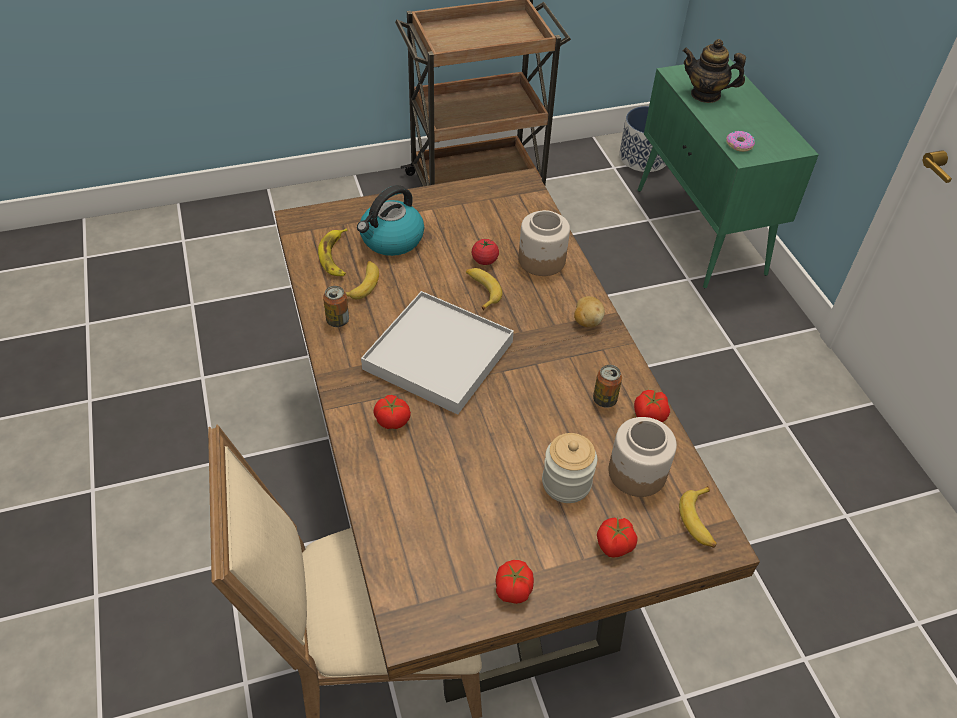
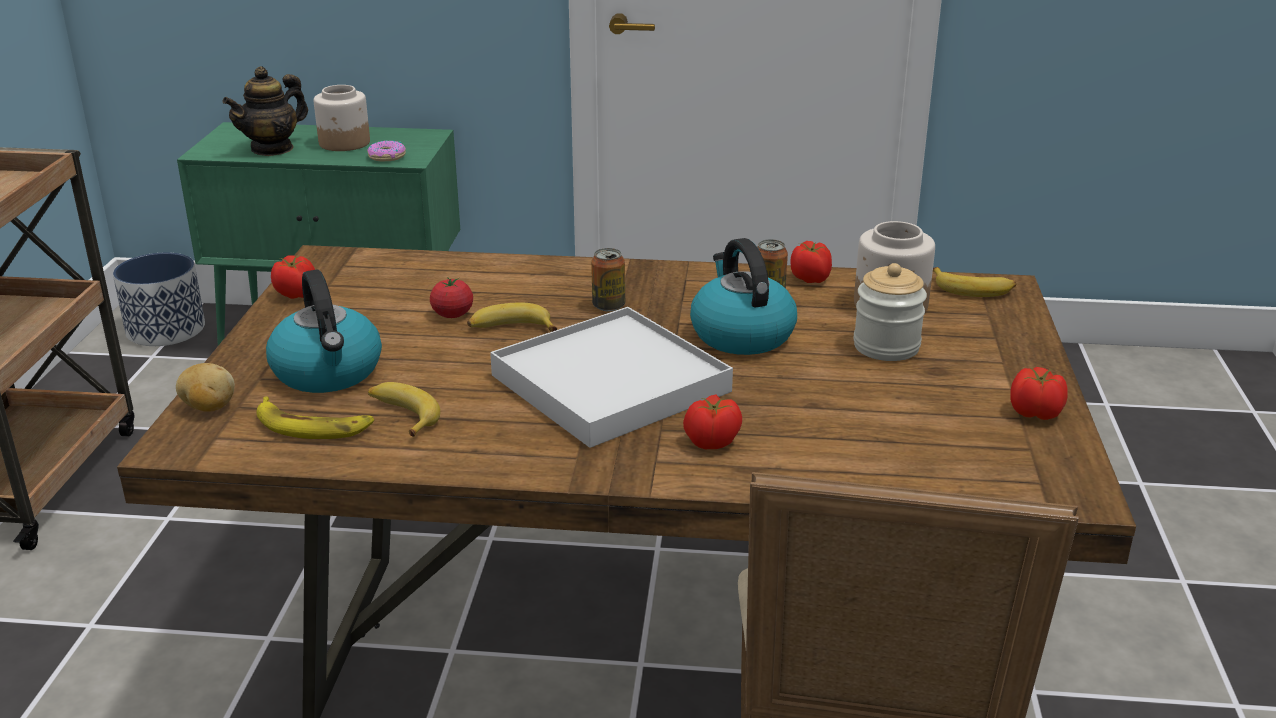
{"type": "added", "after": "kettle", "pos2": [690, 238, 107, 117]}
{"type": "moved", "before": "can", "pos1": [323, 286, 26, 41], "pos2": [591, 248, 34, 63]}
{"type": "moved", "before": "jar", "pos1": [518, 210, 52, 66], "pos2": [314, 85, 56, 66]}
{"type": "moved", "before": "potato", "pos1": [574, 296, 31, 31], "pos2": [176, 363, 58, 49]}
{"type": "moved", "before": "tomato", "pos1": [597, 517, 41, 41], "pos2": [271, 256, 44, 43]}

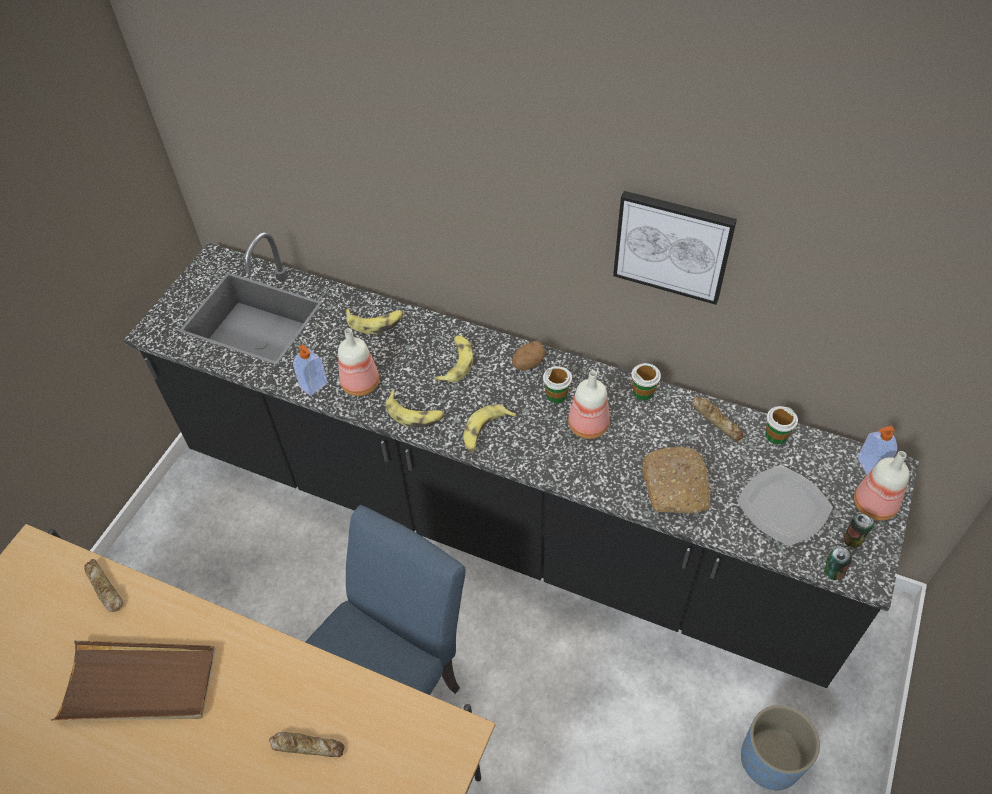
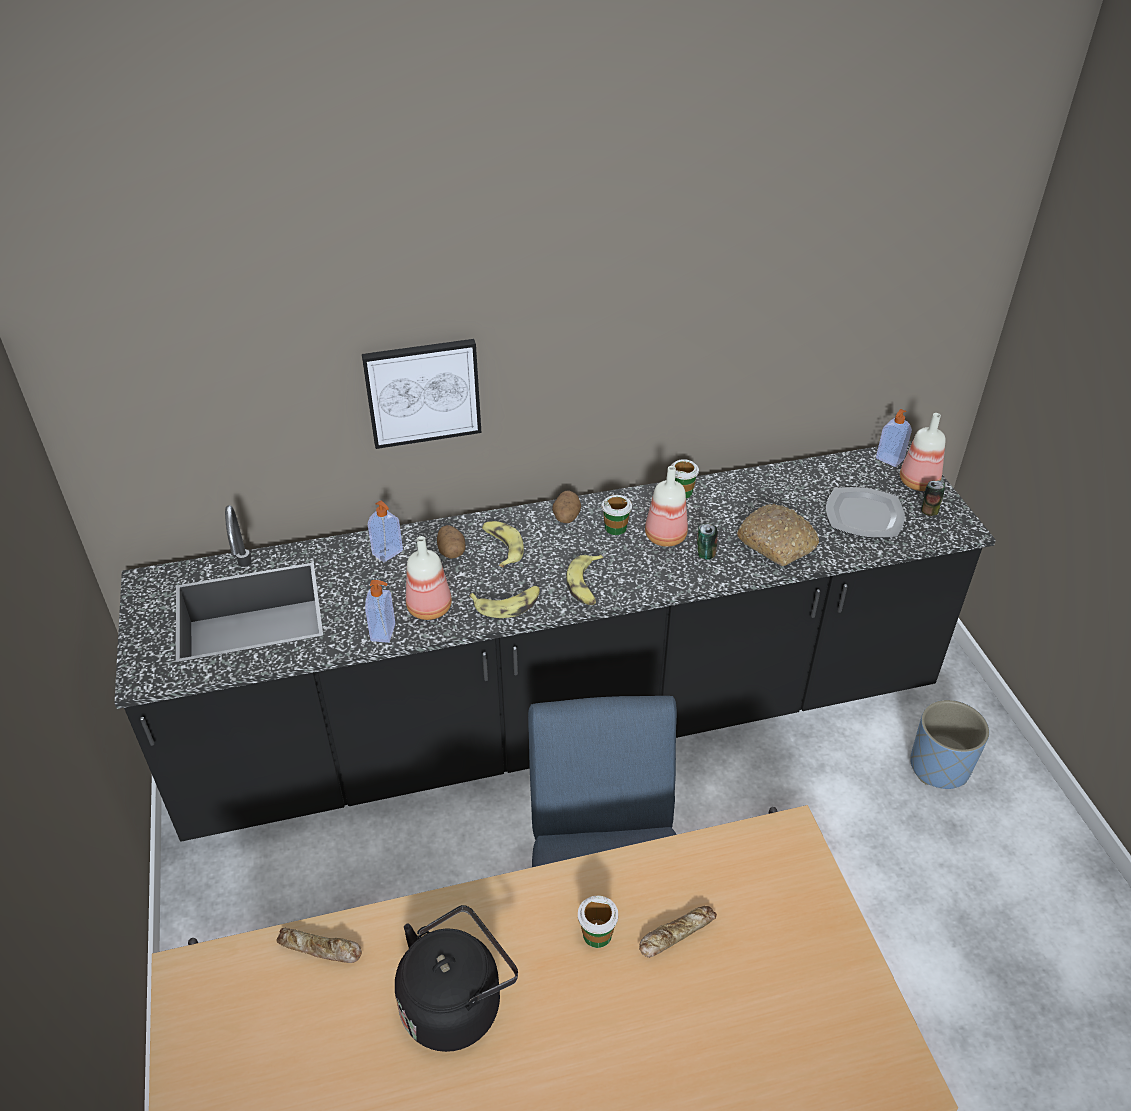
{"type": "removed", "before": "bread", "pos1": [692, 397, 52, 45]}
{"type": "added", "after": "potato", "pos2": [437, 525, 29, 34]}
{"type": "moved", "before": "picture", "pos1": [613, 191, 124, 114], "pos2": [362, 339, 120, 110]}
{"type": "moved", "before": "cup", "pos1": [765, 406, 33, 39], "pos2": [578, 895, 41, 53]}
{"type": "moved", "before": "can", "pos1": [824, 545, 28, 35], "pos2": [697, 523, 21, 36]}
{"type": "replaced", "before": "brown tray", "after": "black kettle", "pos1": [51, 640, 165, 80], "pos2": [395, 905, 123, 147]}
{"type": "replaced", "before": "banana", "after": "soap dispenser", "pos1": [345, 309, 58, 25], "pos2": [368, 500, 35, 62]}

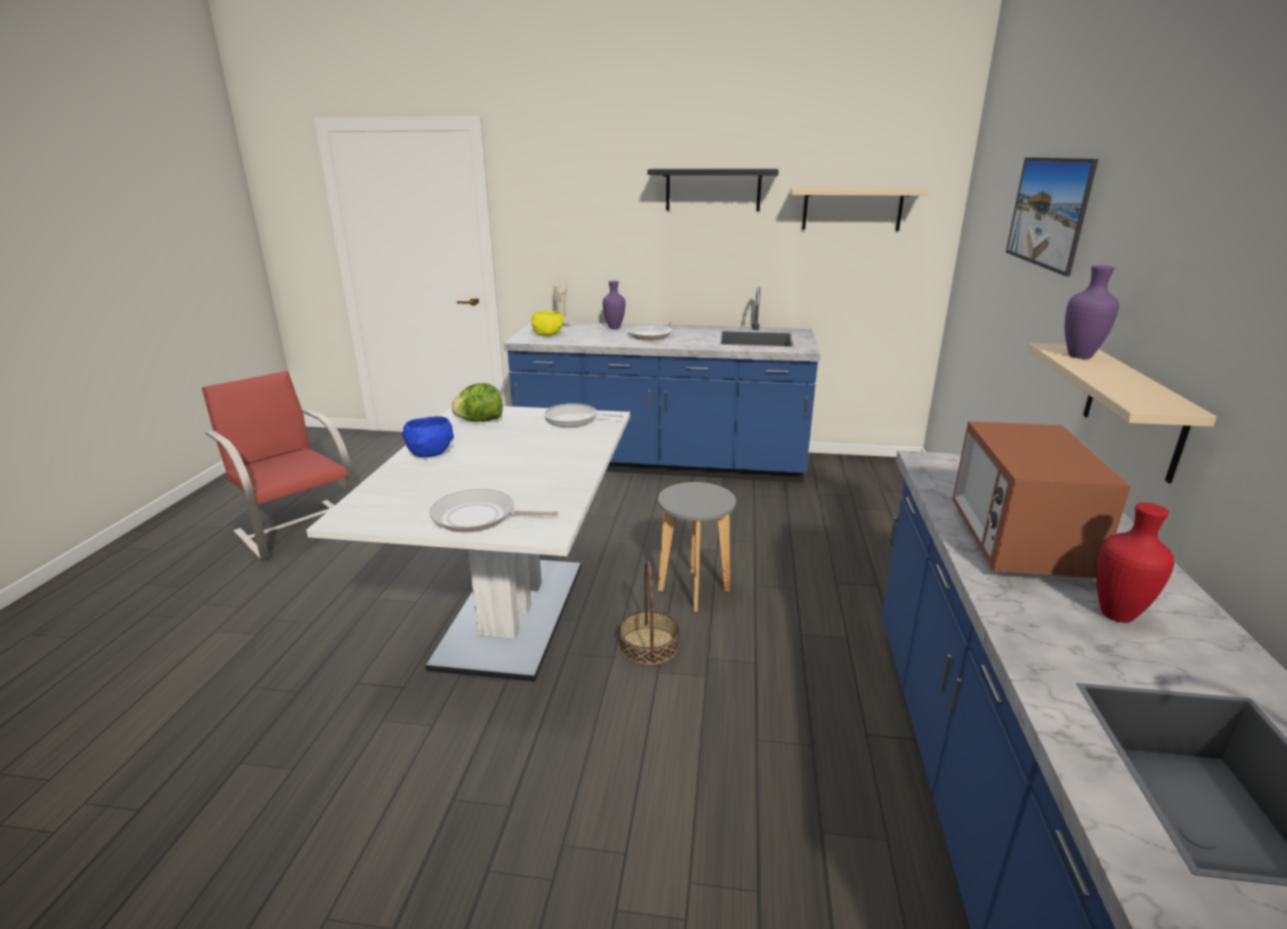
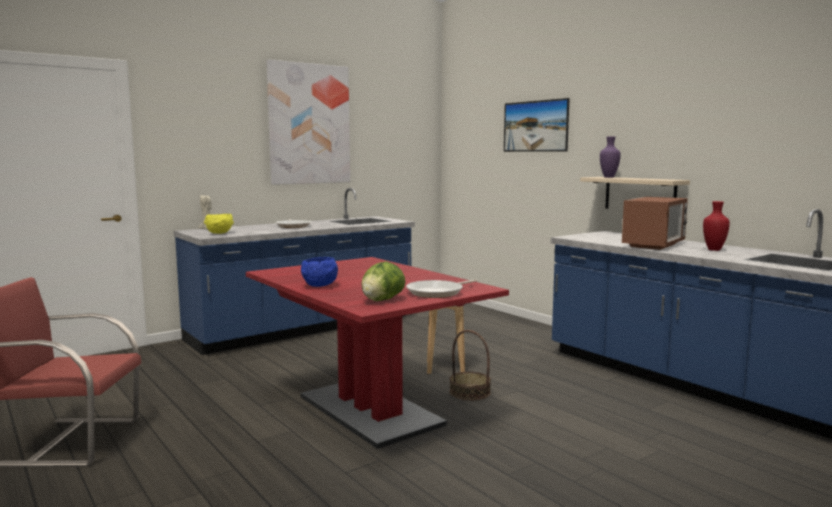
{"type": "removed", "before": "frying pan", "pos1": [544, 404, 80, 23]}
{"type": "removed", "before": "purple vase", "pos1": [603, 281, 22, 48]}
{"type": "removed", "before": "beige shelf", "pos1": [790, 188, 139, 43]}
{"type": "moved", "before": "lettuce", "pos1": [451, 383, 52, 39], "pos2": [361, 261, 45, 40]}
{"type": "replaced", "before": "black shelf", "after": "picture", "pos1": [648, 169, 131, 42], "pos2": [266, 59, 84, 126]}
{"type": "recoloured", "before": "white dining table", "after": "red dining table", "pos1": [306, 406, 324, 276], "pos2": [246, 257, 263, 192]}
{"type": "turned", "before": "microwave", "pos1": [952, 421, 179, 157], "pos2": [622, 197, 66, 53], "turn": -105}

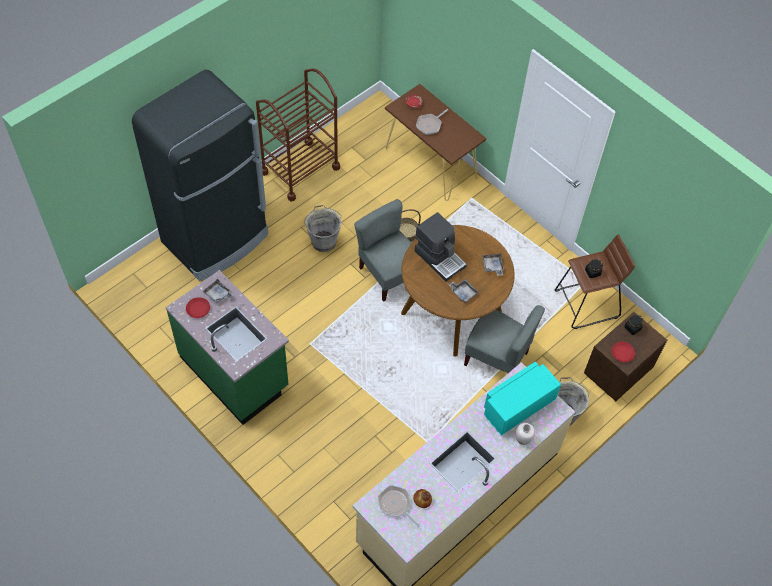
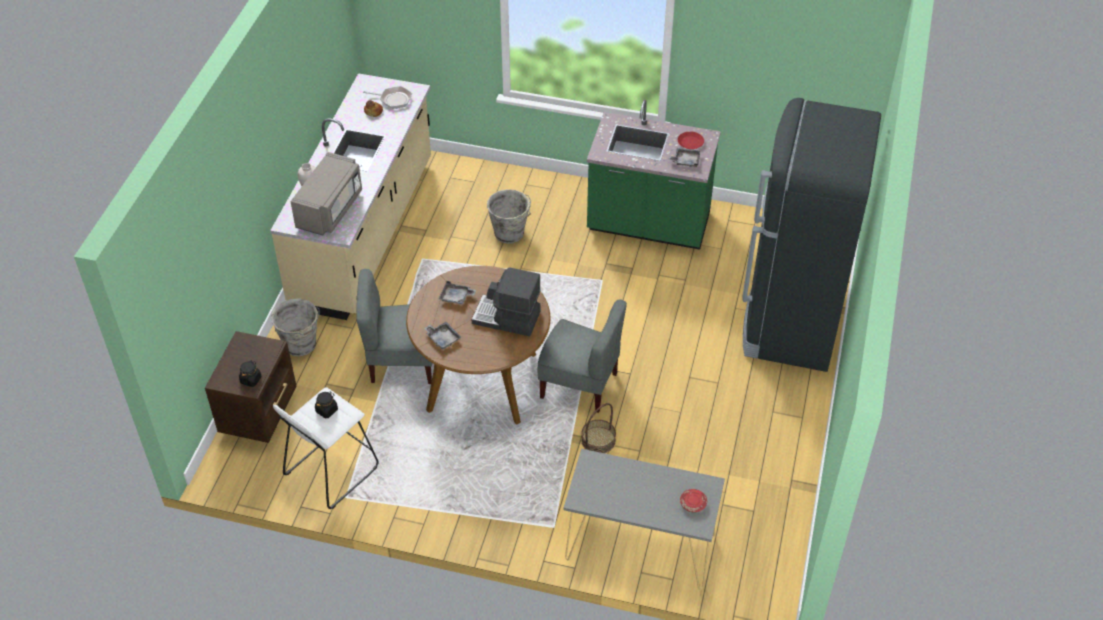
{"type": "removed", "before": "brown cart", "pos1": [256, 68, 84, 134]}
{"type": "removed", "before": "frying pan", "pos1": [416, 109, 32, 26]}
{"type": "removed", "before": "red plate", "pos1": [612, 342, 23, 20]}
{"type": "moved", "before": "grey bucket", "pos1": [304, 205, 38, 47], "pos2": [487, 189, 44, 55]}
{"type": "recoloured", "before": "brown console table", "after": "grey console table", "pos1": [385, 84, 101, 117], "pos2": [563, 449, 162, 141]}
{"type": "recoloured", "before": "turquoise microwave", "after": "grey microwave", "pos1": [484, 362, 77, 74], "pos2": [290, 152, 72, 84]}
{"type": "recoloured", "before": "brown stool", "after": "white stool", "pos1": [555, 234, 80, 95], "pos2": [273, 387, 106, 122]}

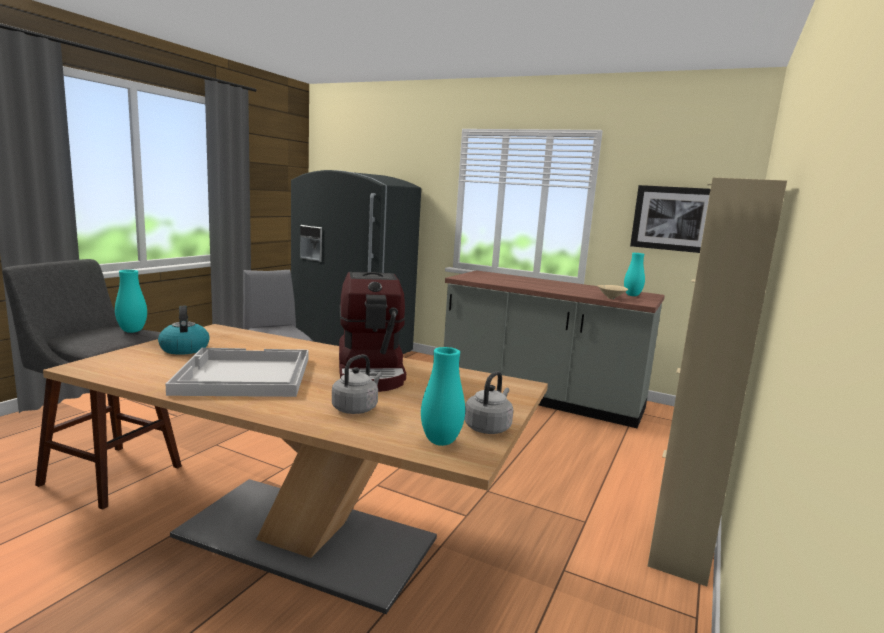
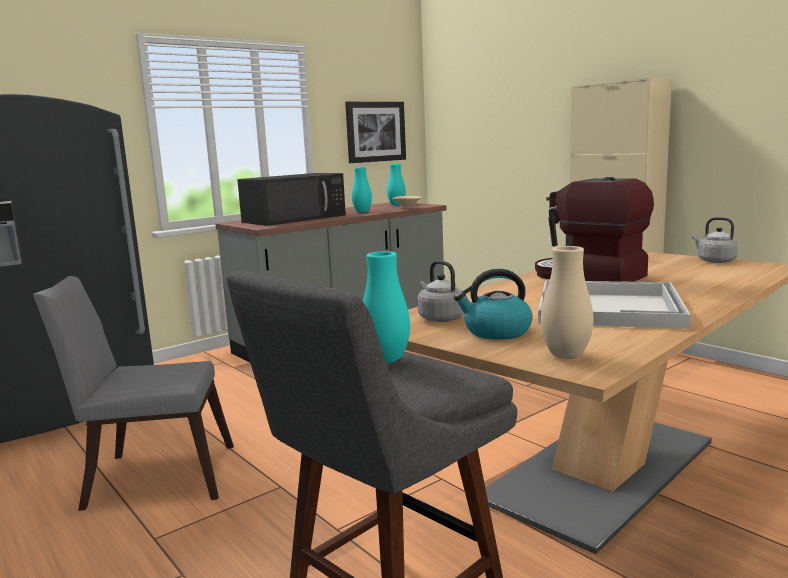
{"type": "added", "after": "black microwave", "pos2": [237, 173, 109, 53]}
{"type": "added", "after": "beige vase", "pos2": [541, 246, 52, 113]}
{"type": "moved", "before": "grey kettle", "pos1": [332, 354, 50, 60], "pos2": [417, 261, 47, 61]}
{"type": "moved", "before": "turquoise vase", "pos1": [421, 347, 44, 99], "pos2": [352, 167, 20, 45]}
{"type": "turned", "before": "coffee machine", "pos1": [339, 272, 67, 120], "pos2": [535, 177, 119, 105], "turn": -150}

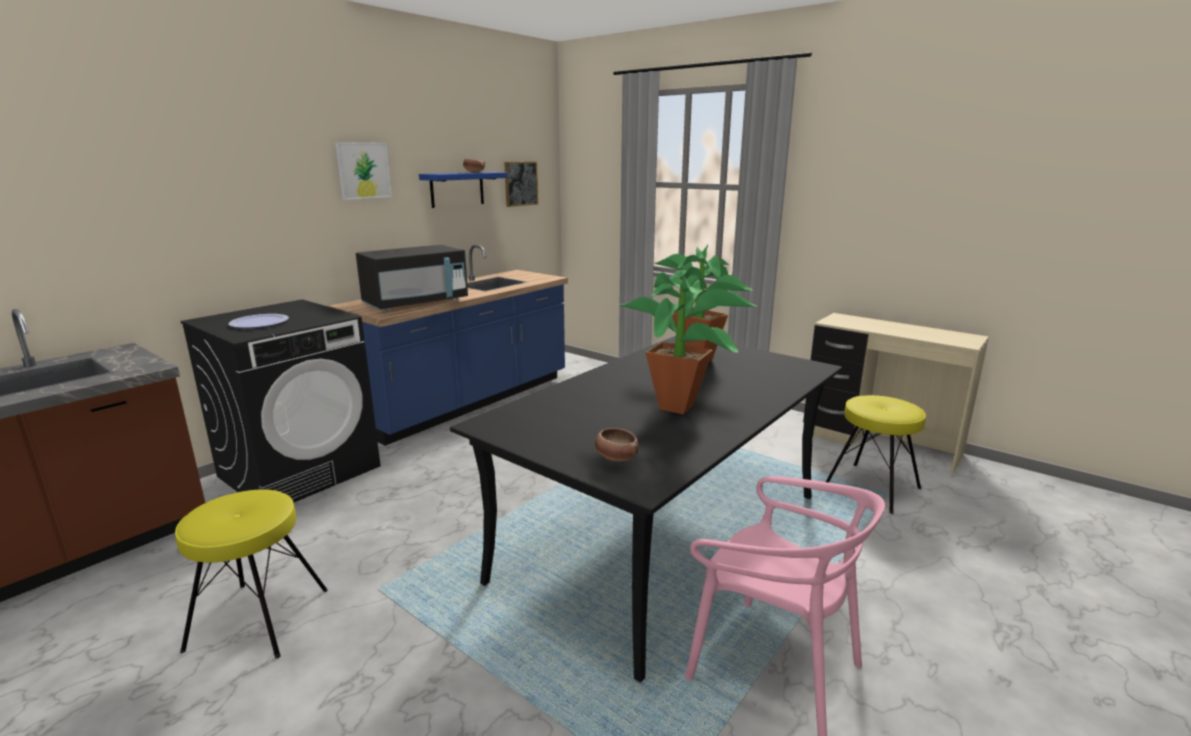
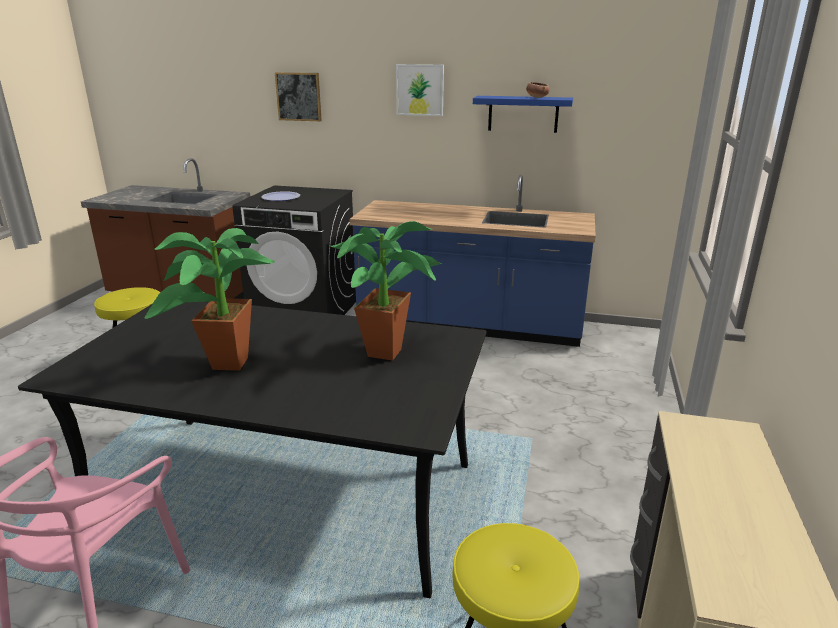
{"type": "removed", "before": "black microwave", "pos1": [356, 245, 112, 66]}
{"type": "removed", "before": "bowl", "pos1": [595, 428, 43, 33]}
{"type": "moved", "before": "picture", "pos1": [504, 162, 34, 45], "pos2": [275, 72, 47, 49]}

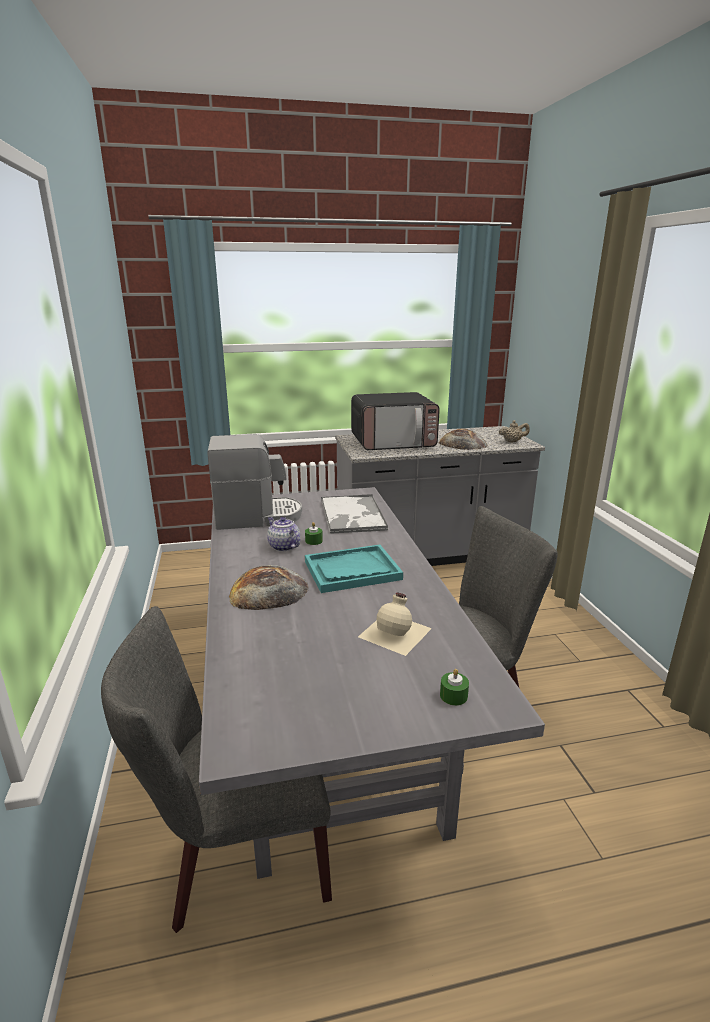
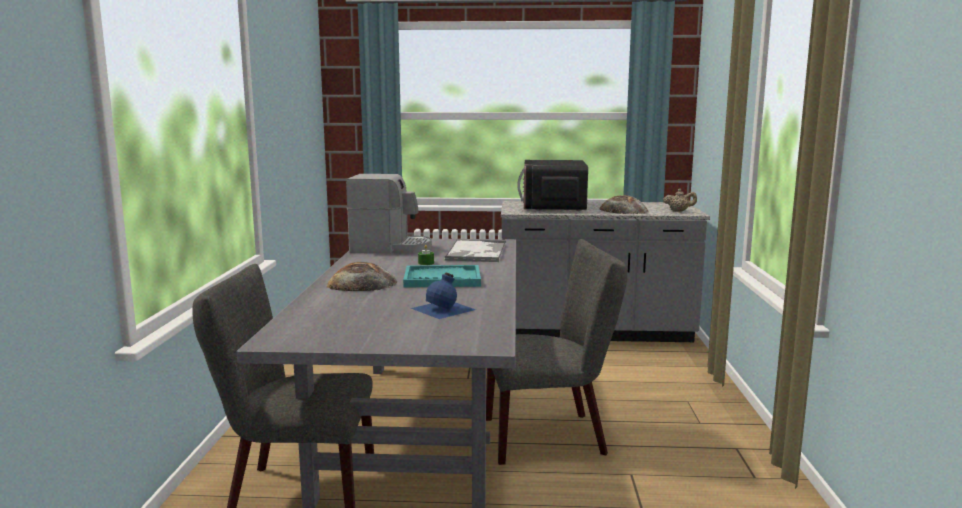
{"type": "removed", "before": "teapot", "pos1": [267, 517, 33, 35]}
{"type": "removed", "before": "green candle", "pos1": [440, 669, 29, 37]}
{"type": "recoloured", "before": "beige bottle", "after": "blue bottle", "pos1": [358, 592, 74, 64], "pos2": [411, 273, 65, 46]}
{"type": "turned", "before": "microwave", "pos1": [351, 392, 89, 58], "pos2": [517, 160, 71, 51], "turn": 90}

